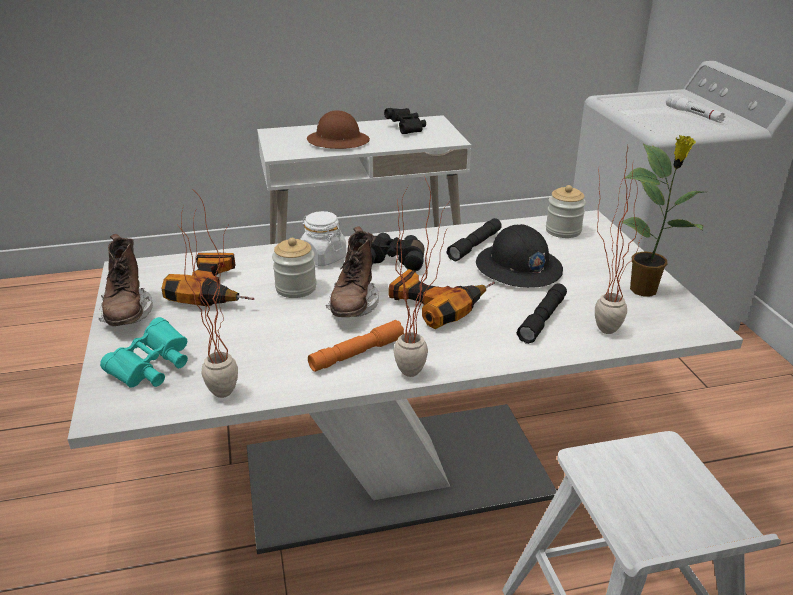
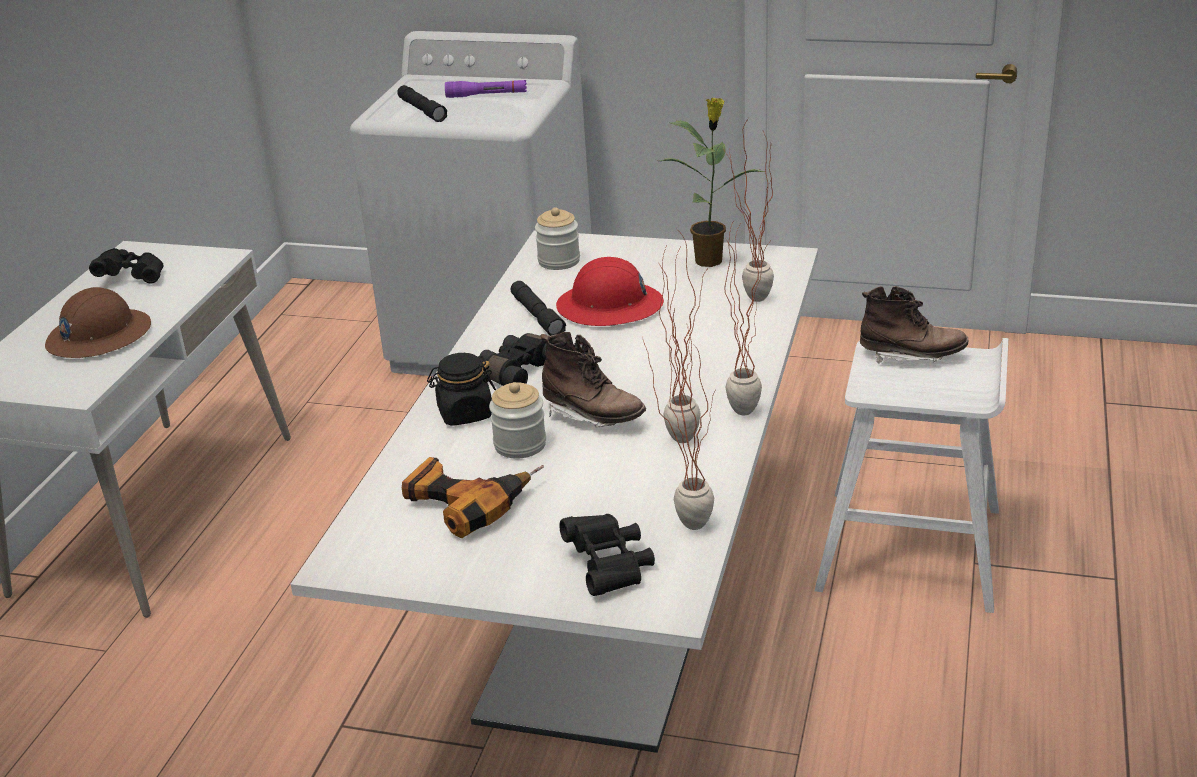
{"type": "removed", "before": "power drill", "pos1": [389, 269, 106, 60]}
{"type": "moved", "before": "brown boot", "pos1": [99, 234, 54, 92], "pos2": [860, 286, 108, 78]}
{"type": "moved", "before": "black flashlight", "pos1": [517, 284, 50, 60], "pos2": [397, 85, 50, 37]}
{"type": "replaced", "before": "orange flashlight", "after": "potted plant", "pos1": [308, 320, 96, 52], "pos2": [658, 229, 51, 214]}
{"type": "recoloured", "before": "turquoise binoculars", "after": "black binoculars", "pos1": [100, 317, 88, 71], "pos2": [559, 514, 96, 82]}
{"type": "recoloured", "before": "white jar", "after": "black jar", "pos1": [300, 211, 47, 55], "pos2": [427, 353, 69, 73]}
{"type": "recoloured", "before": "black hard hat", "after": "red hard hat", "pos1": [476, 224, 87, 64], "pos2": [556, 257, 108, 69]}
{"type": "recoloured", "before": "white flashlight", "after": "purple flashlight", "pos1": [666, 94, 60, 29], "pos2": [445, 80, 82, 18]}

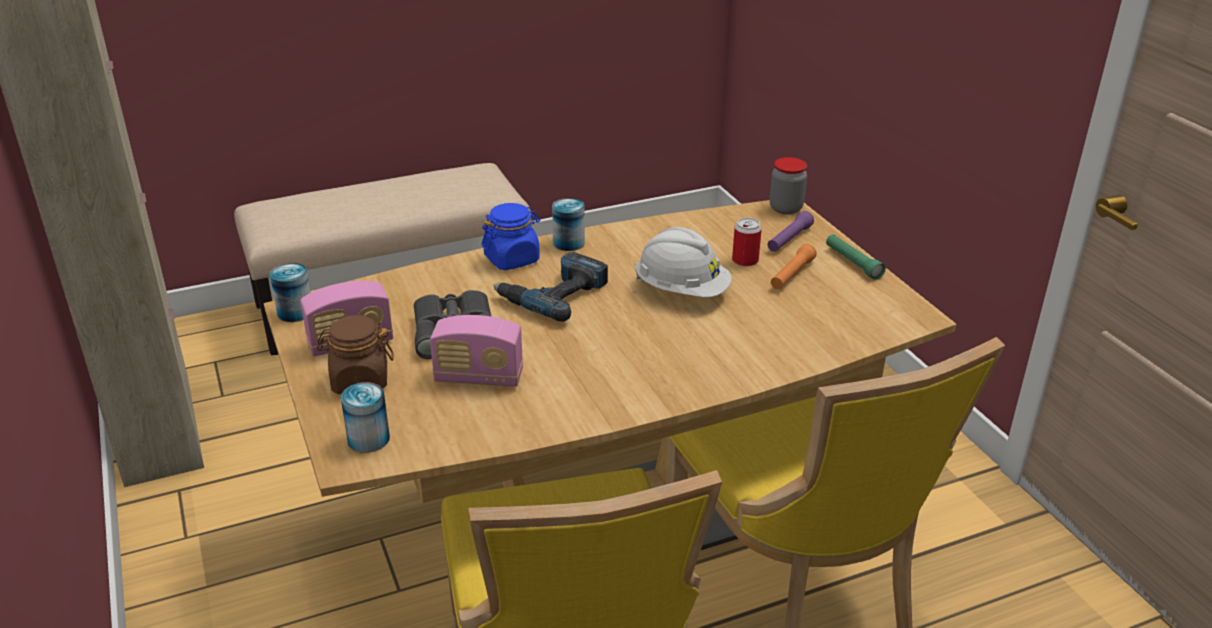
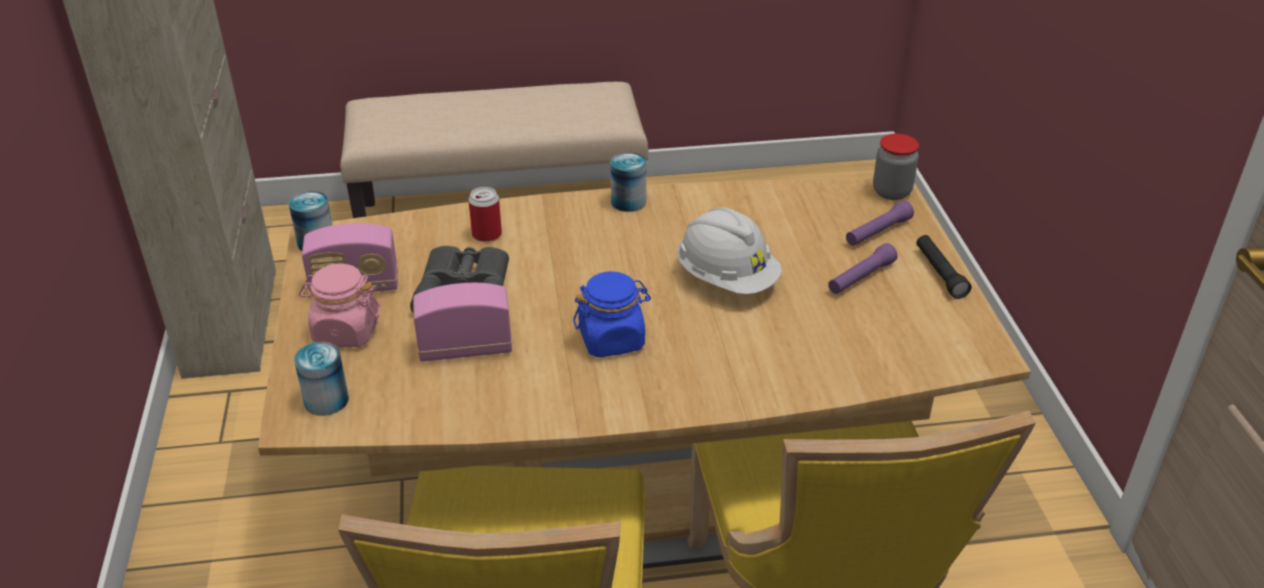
{"type": "removed", "before": "power drill", "pos1": [493, 252, 115, 70]}
{"type": "moved", "before": "blue jar", "pos1": [482, 203, 58, 67], "pos2": [573, 271, 78, 86]}
{"type": "moved", "before": "can", "pos1": [732, 217, 30, 49], "pos2": [468, 187, 34, 55]}
{"type": "recoloured", "before": "brown jar", "after": "pink jar", "pos1": [317, 315, 76, 79], "pos2": [299, 264, 82, 83]}
{"type": "recoloured", "before": "orange flashlight", "after": "purple flashlight", "pos1": [771, 244, 46, 45], "pos2": [828, 243, 70, 51]}
{"type": "recoloured", "before": "green flashlight", "after": "black flashlight", "pos1": [826, 234, 60, 46], "pos2": [916, 235, 55, 64]}
{"type": "turned", "before": "radio", "pos1": [430, 315, 93, 72], "pos2": [413, 283, 99, 78], "turn": 150}

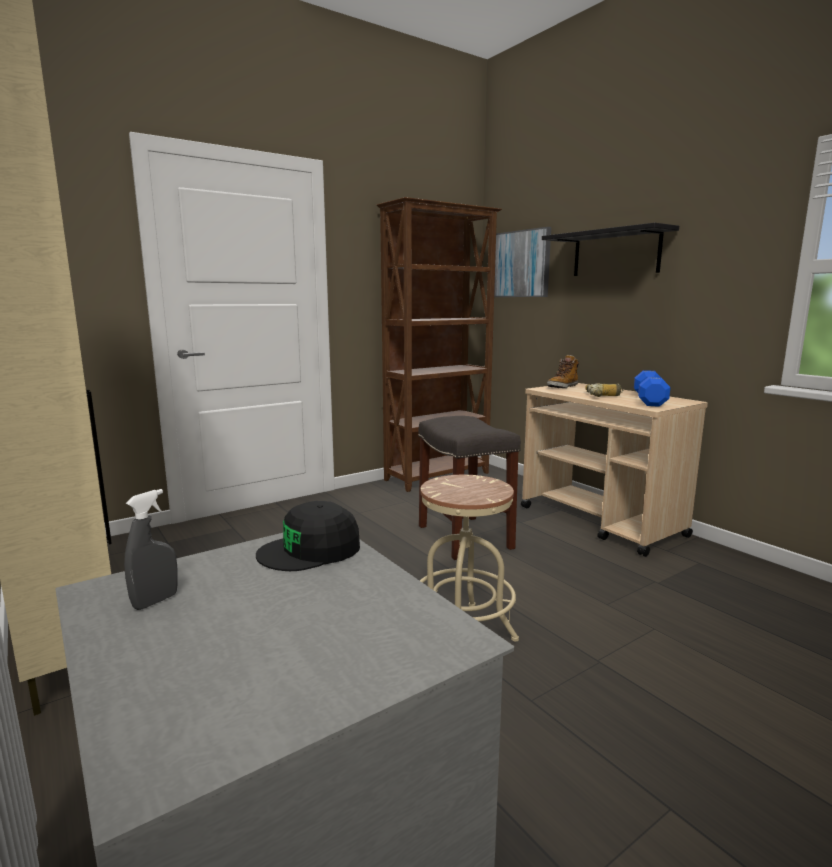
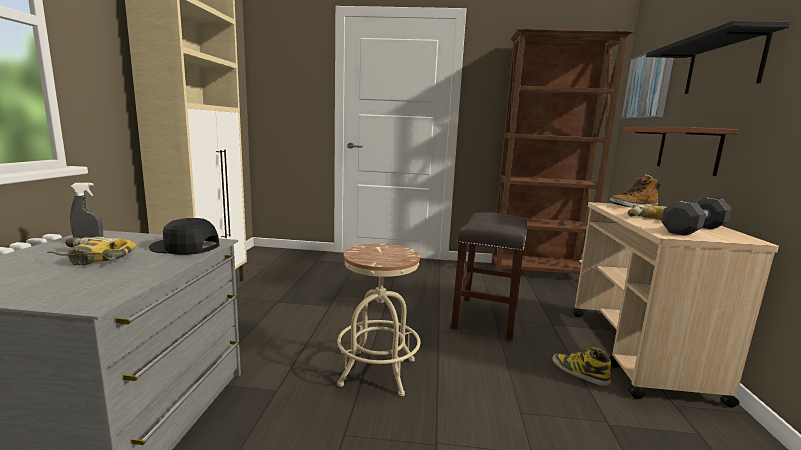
{"type": "added", "after": "power drill", "pos2": [47, 237, 90, 28]}
{"type": "added", "after": "boot", "pos2": [552, 347, 59, 39]}
{"type": "added", "after": "brown shelf", "pos2": [623, 127, 116, 49]}
{"type": "recoloured", "before": "blue dumbbell", "after": "black dumbbell", "pos1": [634, 370, 36, 37], "pos2": [661, 197, 71, 39]}

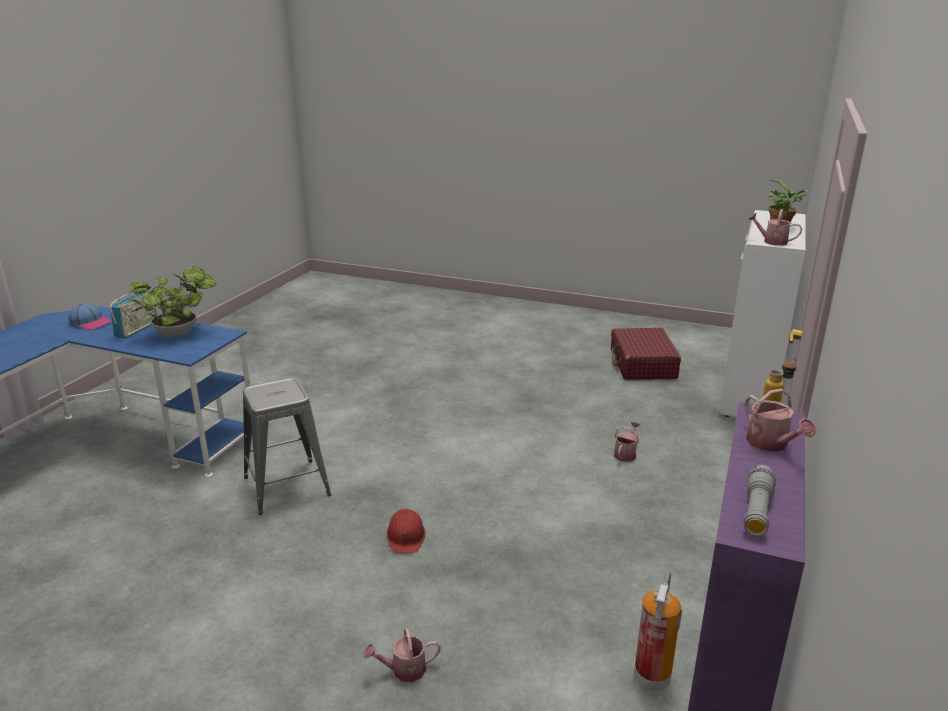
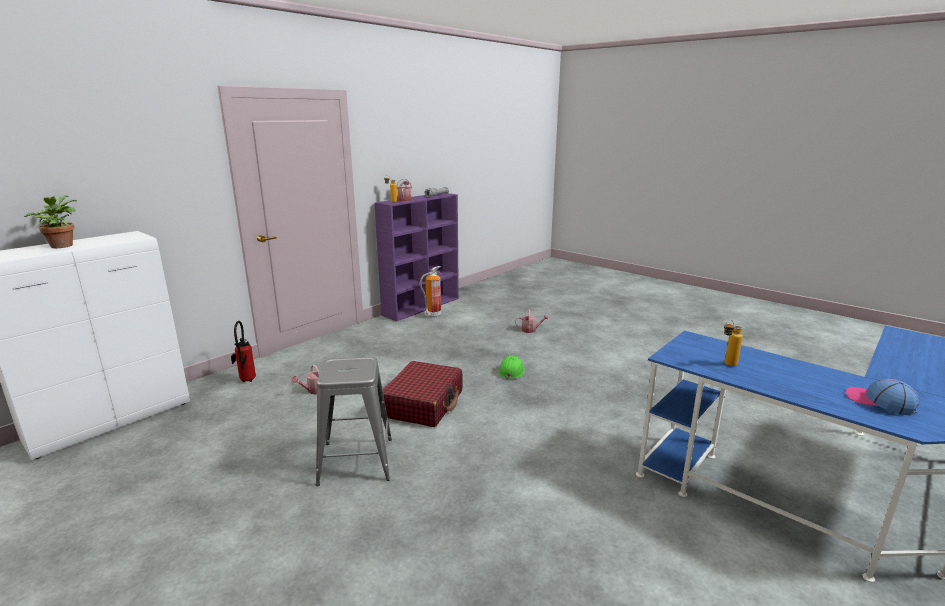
{"type": "removed", "before": "radio", "pos1": [110, 292, 47, 47]}
{"type": "removed", "before": "watering can", "pos1": [748, 209, 54, 37]}
{"type": "added", "after": "fire extinguisher", "pos2": [231, 321, 25, 61]}
{"type": "moved", "before": "grey stool", "pos1": [243, 378, 88, 137], "pos2": [316, 357, 76, 129]}
{"type": "moved", "before": "red suitcase", "pos1": [611, 328, 70, 52], "pos2": [383, 361, 79, 66]}
{"type": "replaced", "before": "potted plant", "after": "bottle", "pos1": [128, 266, 89, 72], "pos2": [724, 320, 19, 46]}
{"type": "recoloured", "before": "red hard hat", "after": "green hard hat", "pos1": [387, 509, 39, 44], "pos2": [498, 356, 26, 24]}

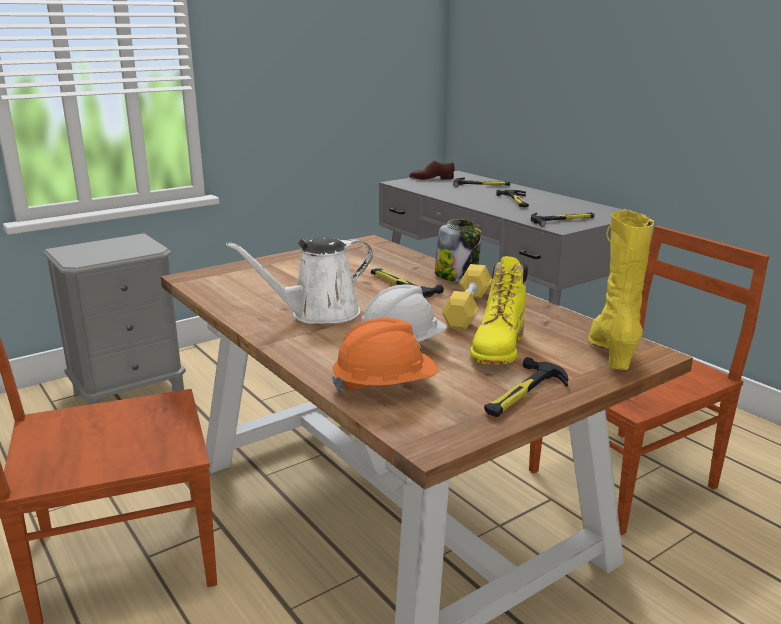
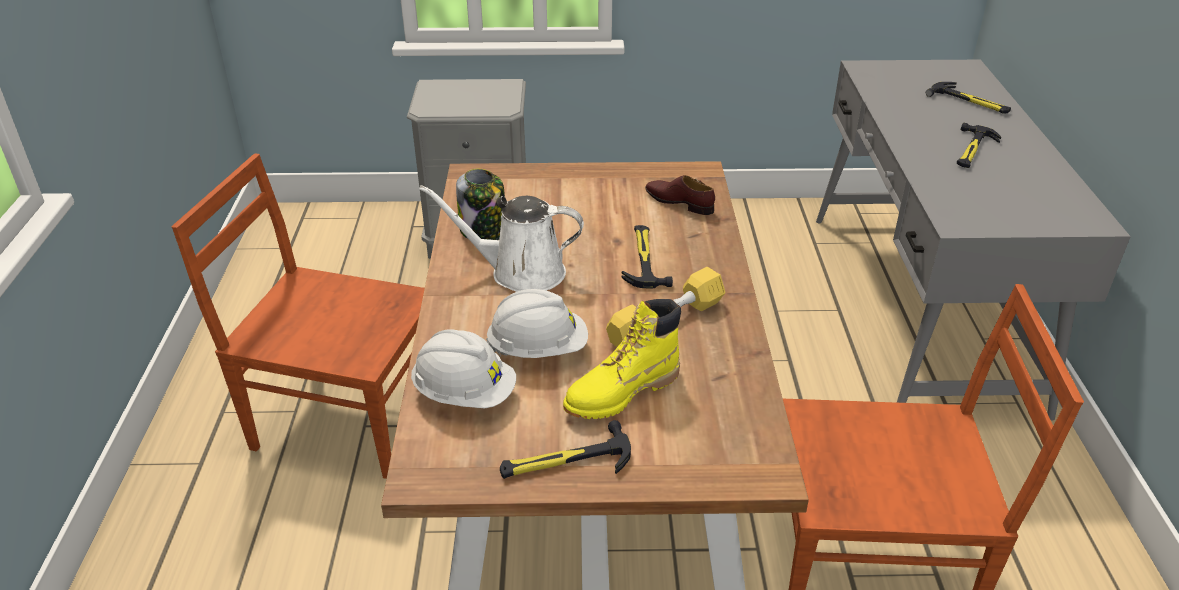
{"type": "removed", "before": "hammer", "pos1": [531, 212, 63, 14]}
{"type": "removed", "before": "yellow boot", "pos1": [588, 209, 66, 161]}
{"type": "moved", "before": "brown shoe", "pos1": [409, 160, 46, 20], "pos2": [645, 175, 70, 40]}
{"type": "moved", "before": "jar", "pos1": [435, 219, 47, 63], "pos2": [456, 169, 49, 71]}
{"type": "recoloured", "before": "orange hard hat", "after": "white hard hat", "pos1": [331, 318, 107, 75], "pos2": [411, 329, 105, 79]}

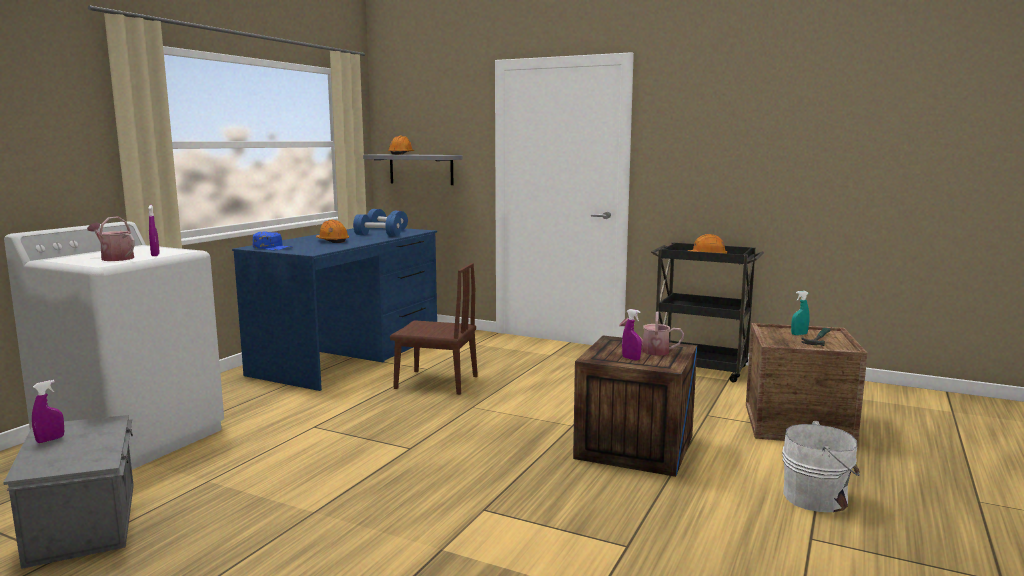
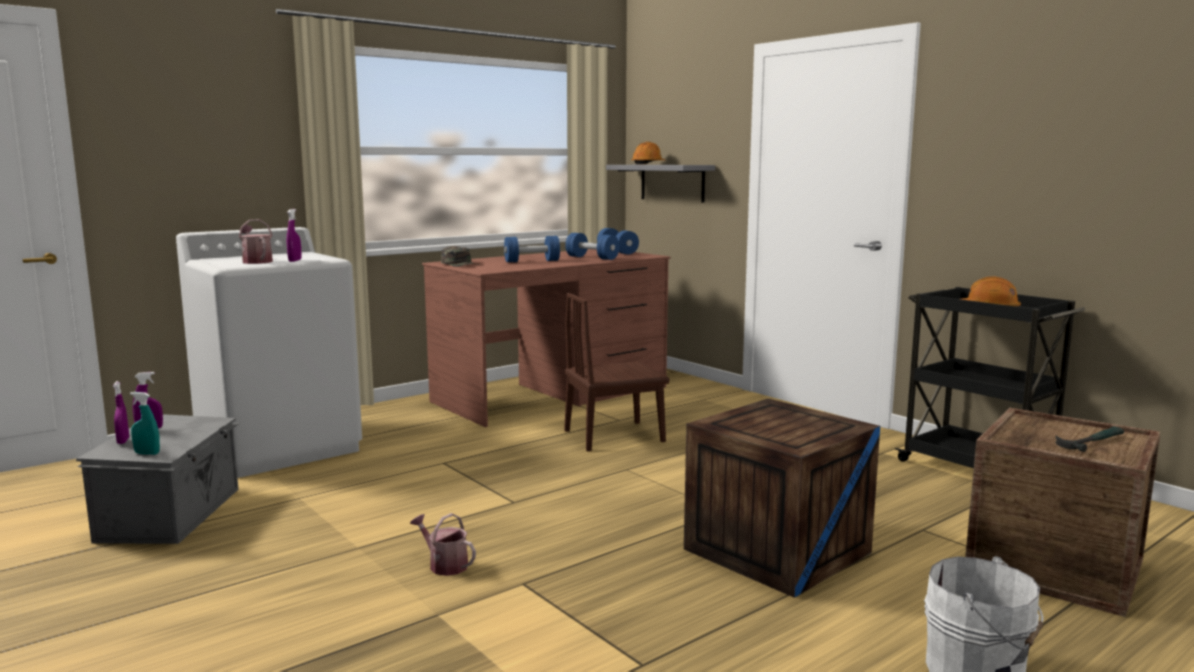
{"type": "moved", "before": "watering can", "pos1": [619, 311, 65, 45], "pos2": [410, 513, 66, 63]}
{"type": "moved", "before": "purple spray bottle", "pos1": [622, 309, 19, 51], "pos2": [113, 381, 16, 63]}
{"type": "moved", "before": "turquoise spray bottle", "pos1": [791, 291, 19, 44], "pos2": [130, 392, 30, 63]}
{"type": "replaced", "before": "orange hard hat", "after": "blue dumbbell", "pos1": [316, 219, 33, 24], "pos2": [504, 236, 56, 26]}
{"type": "recoloured", "before": "blue desk", "after": "brown desk", "pos1": [232, 228, 205, 163], "pos2": [422, 249, 248, 178]}
{"type": "recoloured", "before": "blue cap", "after": "green cap", "pos1": [253, 231, 38, 19], "pos2": [441, 246, 38, 21]}
{"type": "turned", "before": "brown chair", "pos1": [390, 263, 88, 132], "pos2": [564, 293, 105, 159], "turn": 120}

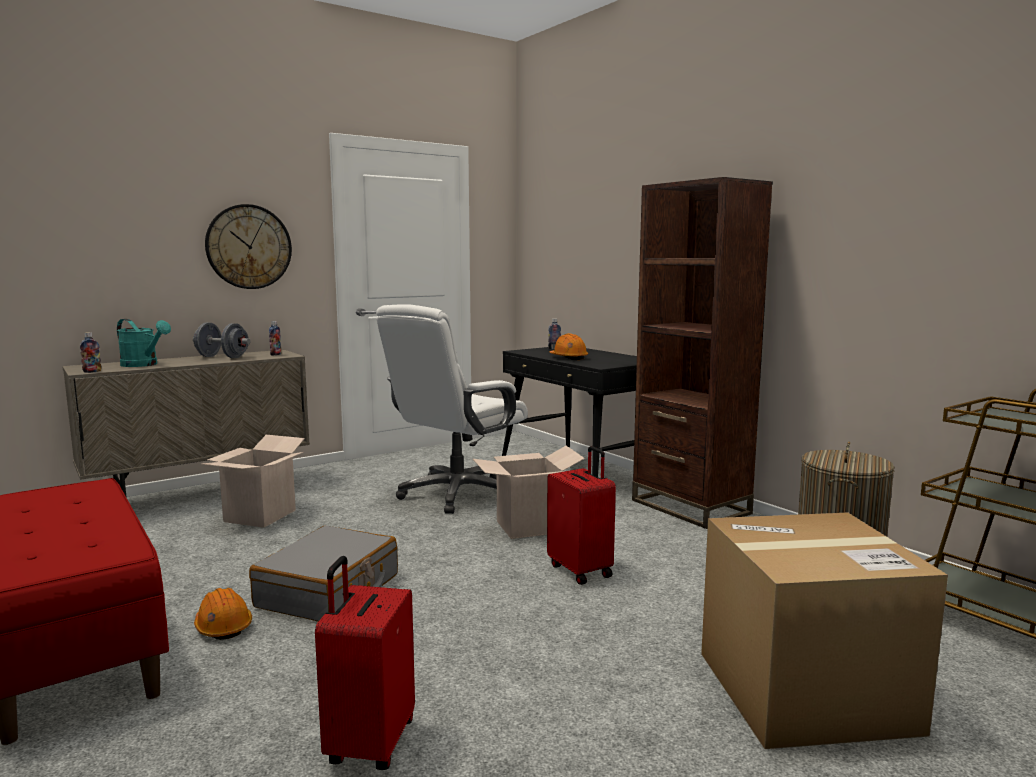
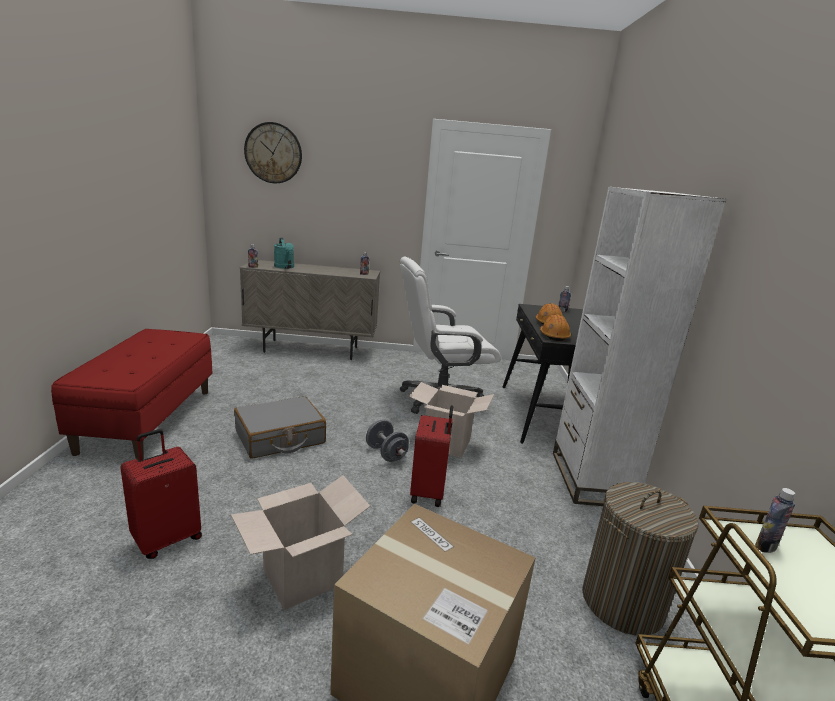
{"type": "added", "after": "bottle", "pos2": [755, 488, 40, 65]}
{"type": "moved", "before": "grey dumbbell", "pos1": [193, 323, 58, 35], "pos2": [366, 420, 43, 42]}
{"type": "moved", "before": "orange hard hat", "pos1": [194, 588, 58, 52], "pos2": [540, 314, 31, 27]}
{"type": "moved", "before": "cardboard box", "pos1": [202, 435, 103, 93], "pos2": [231, 475, 139, 135]}
{"type": "moved", "before": "wall clock", "pos1": [205, 204, 87, 85], "pos2": [244, 122, 58, 61]}
{"type": "recoloured", "before": "brown bookcase", "after": "white bookcase", "pos1": [632, 177, 141, 352], "pos2": [553, 187, 174, 319]}

